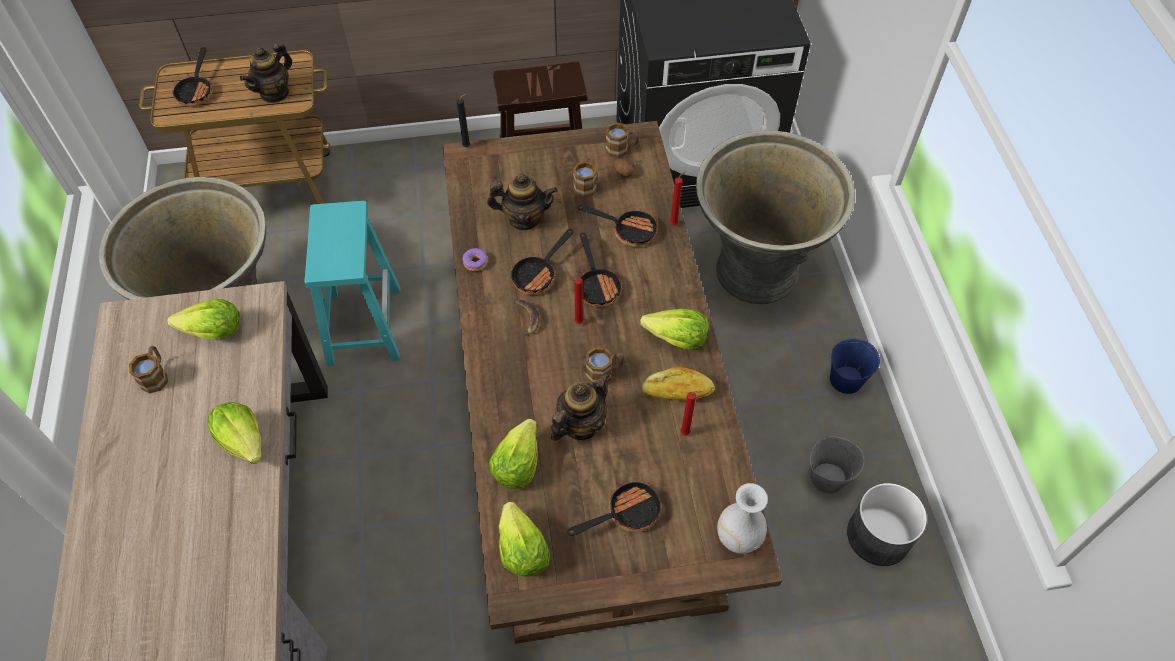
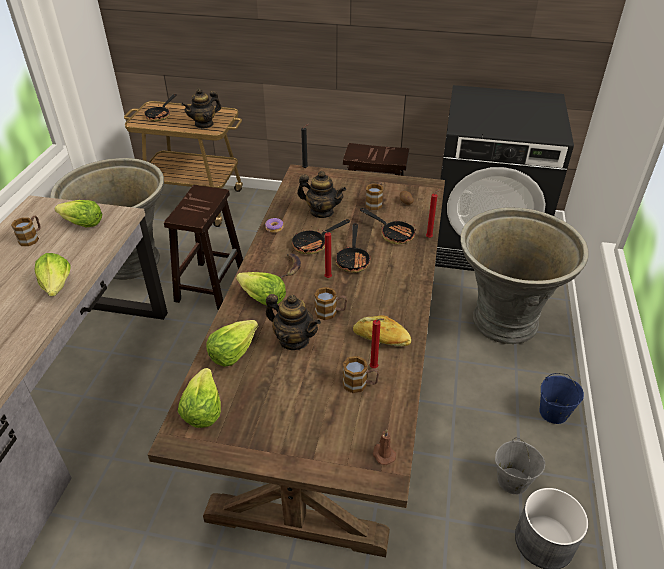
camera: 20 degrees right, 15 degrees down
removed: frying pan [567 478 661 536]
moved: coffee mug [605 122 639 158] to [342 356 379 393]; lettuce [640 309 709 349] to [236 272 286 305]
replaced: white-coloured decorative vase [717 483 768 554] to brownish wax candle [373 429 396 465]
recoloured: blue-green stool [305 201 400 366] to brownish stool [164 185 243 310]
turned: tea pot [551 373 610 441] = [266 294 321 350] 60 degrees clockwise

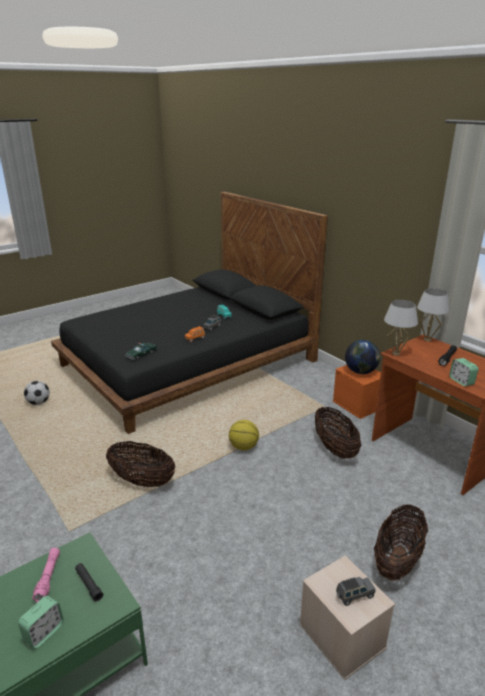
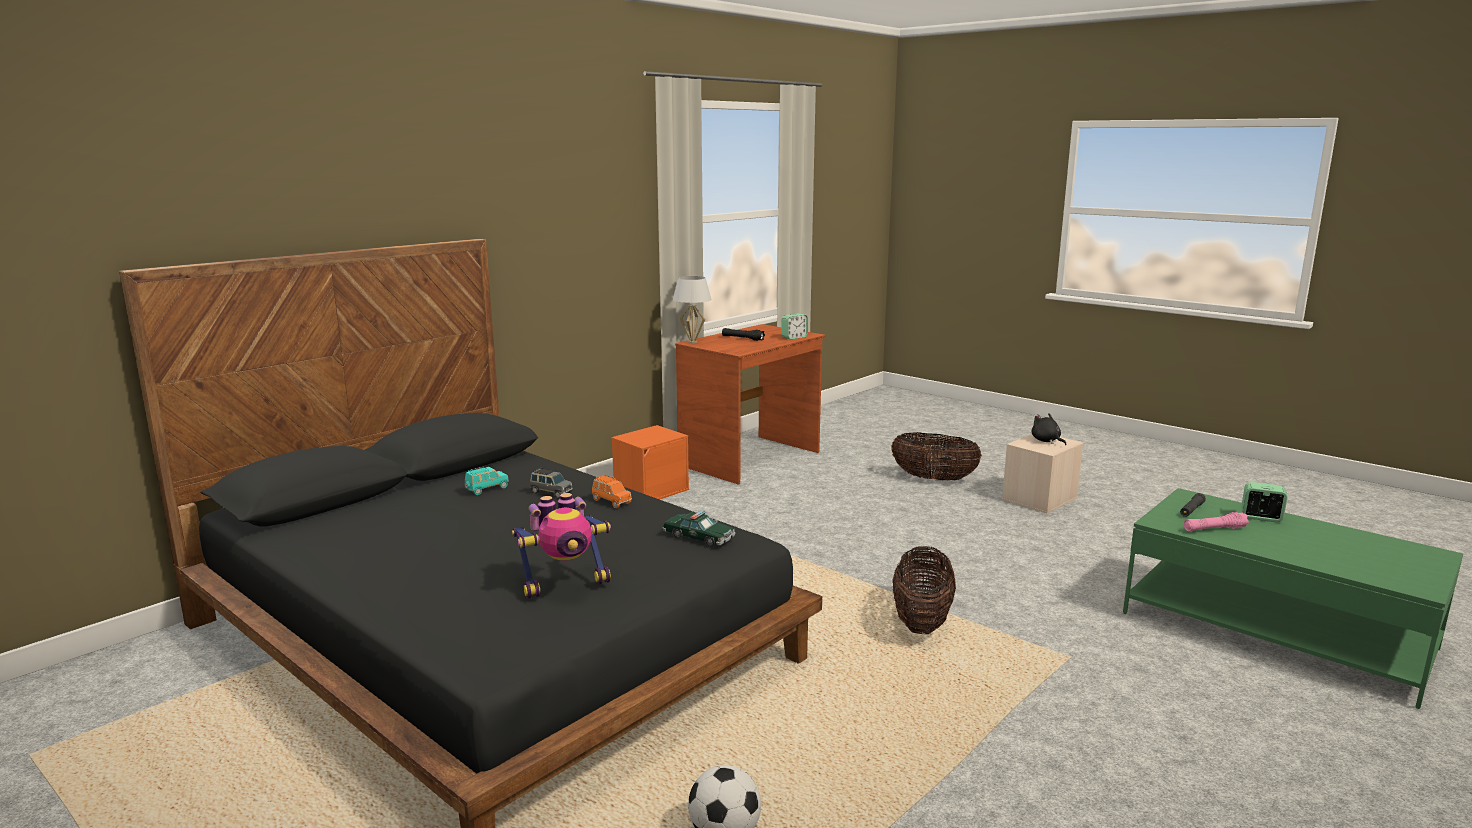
camera: 100 degrees left, 10 degrees down
removed: ball for basketball [229 420 259 450]; basket [315 407 361 459]; globe [345 340 380 374]; white-coloured table lamp [384 300 418 356]
added: robot figure [512 493 611 598]
replaced: grey miniature car [336 577 375 606] to black soft toy [1032 413 1066 445]

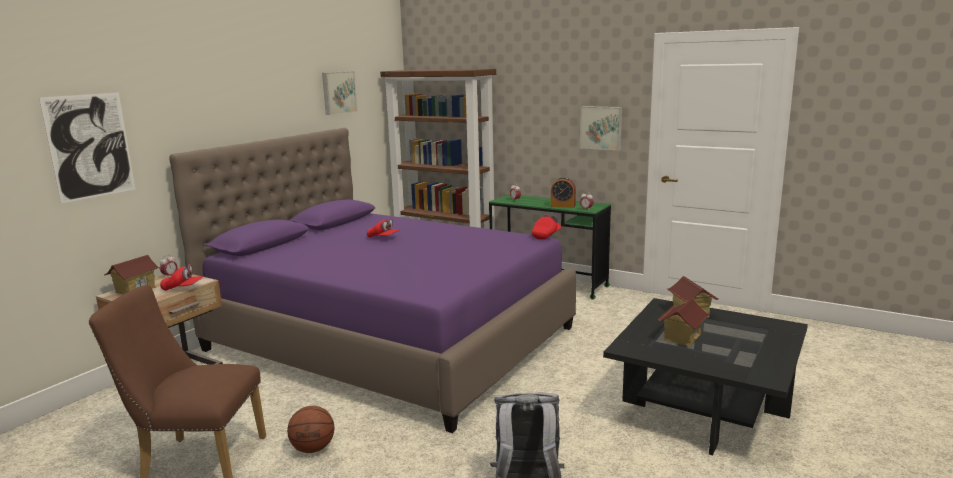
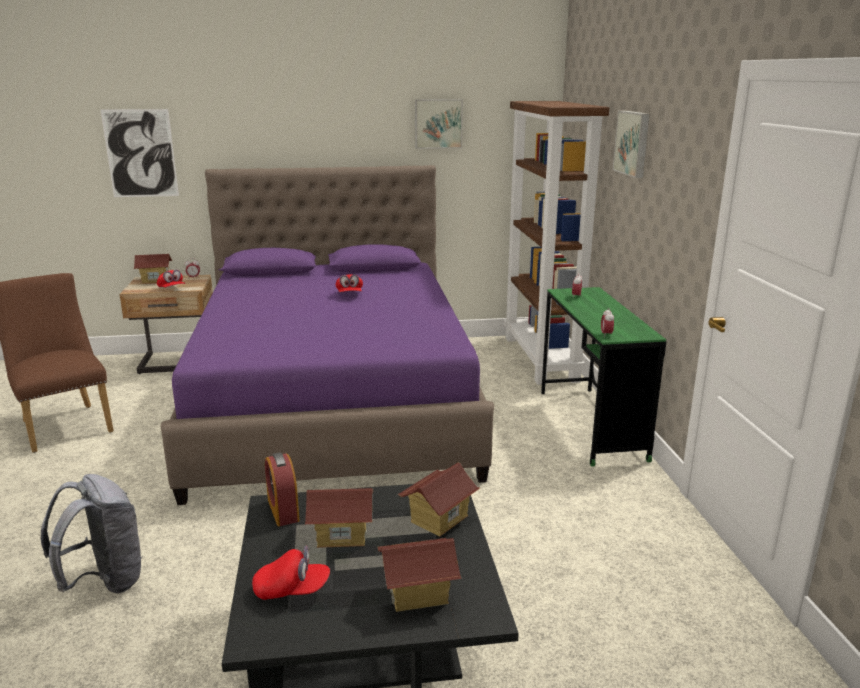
camera: 50 degrees right, 5 degrees up
removed: ball for basketball [287 406 334 453]
added: miniature house [378 538 462 612]
moved: red baseball cap [531 214 561 239] to [252 546 330 600]; bedside clock [551 177 576 208] to [265 452 300 526]; picture [580 106 622 150] to [613 111 650 178]

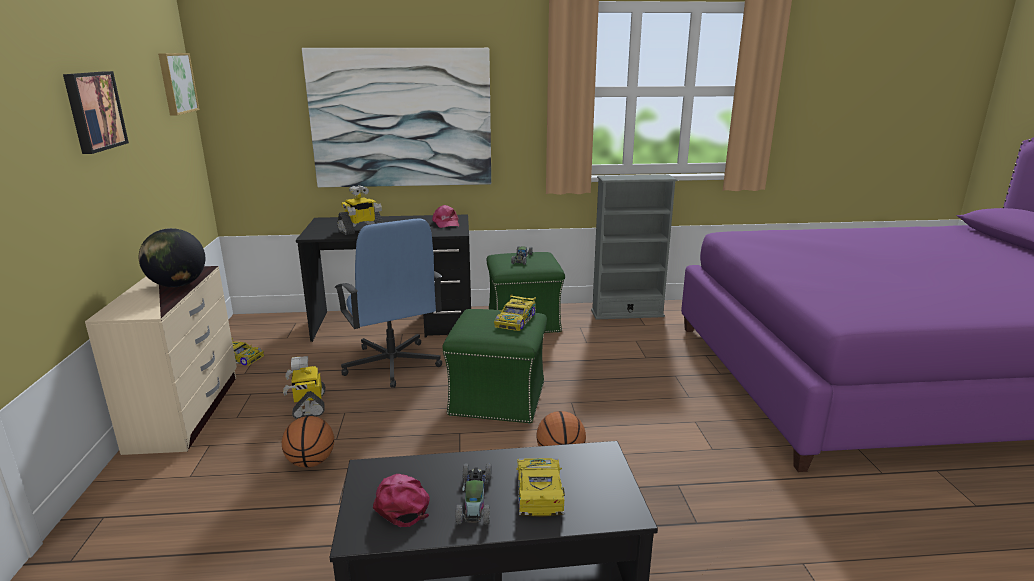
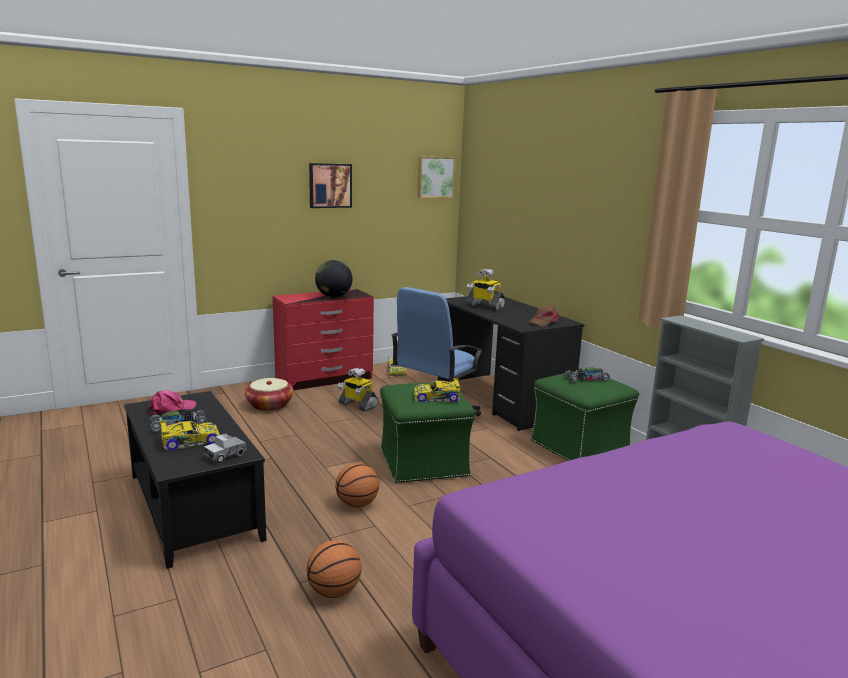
camera: 65 degrees right, 5 degrees down
removed: picture [302 48 491 187]
added: model truck [204 433 246 464]; basket [245 378 294 411]
moved: ball for basketball [282 416 334 468] to [306 540 361 598]
recoloured: beige-coloured drawer chest [85 266 237 455] to red drawer chest [273 289 374 390]; pinkish baseball cap [432 205 459 228] to brownish baseball cap [528 305 559 326]
turned: robot figure [283 356 325 419] = [337 368 379 411] 105 degrees counterclockwise

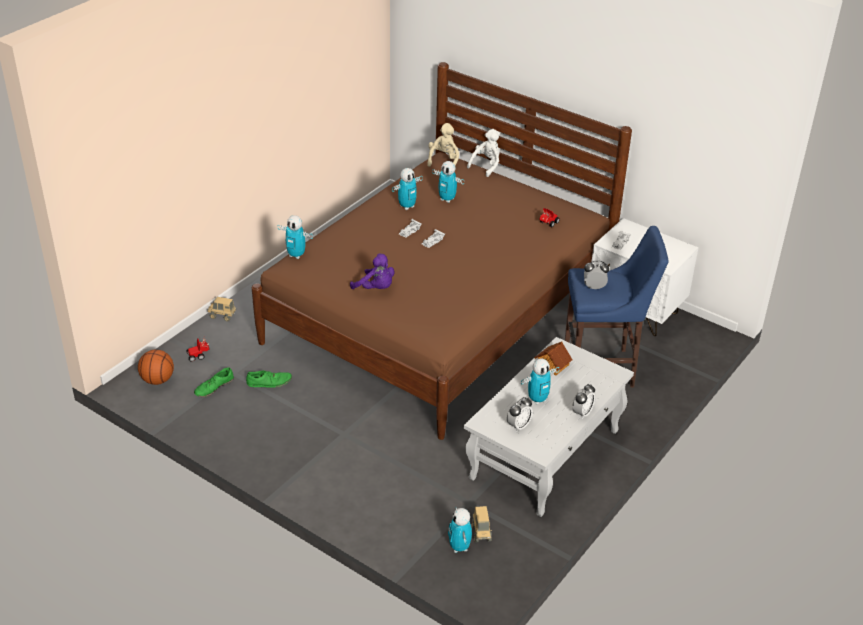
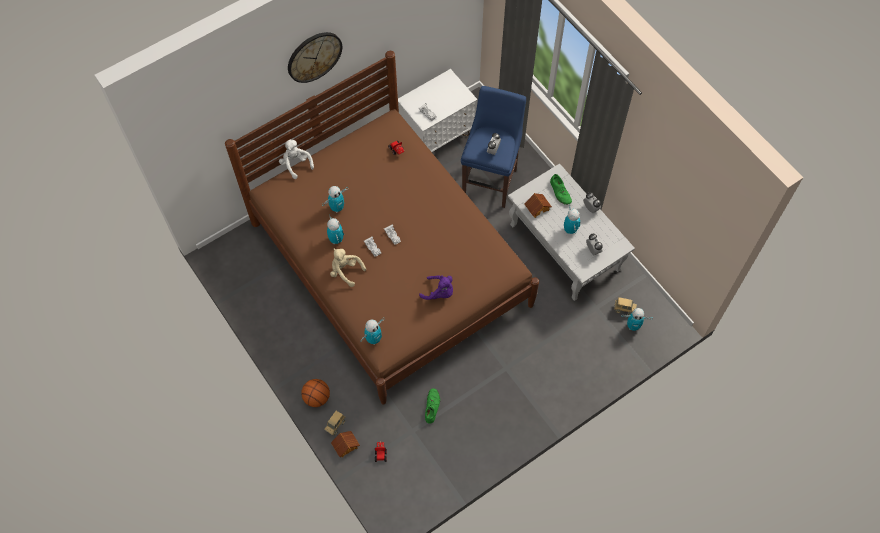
camera: 70 degrees left, 25 degrees up
added: hanging clock [288 32 342 83]; miniature house [331 431 360 457]
moved: ball for basketball [138 350 174 385] to [301 379 330 407]; green low shoe [194 368 234 397] to [550 174 572 205]; beige-coloured soft toy [427 123 459 167] to [330 249 366 287]
turned: purple soft toy [350 253 394 289] = [419 276 453 300] 60 degrees clockwise

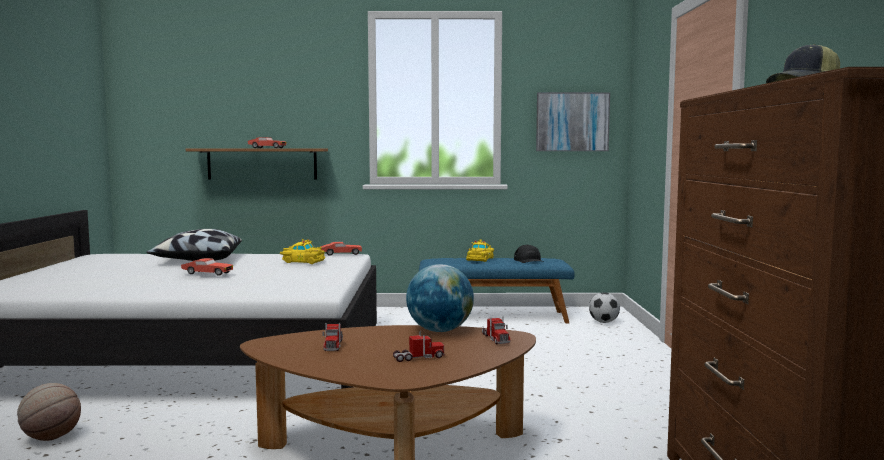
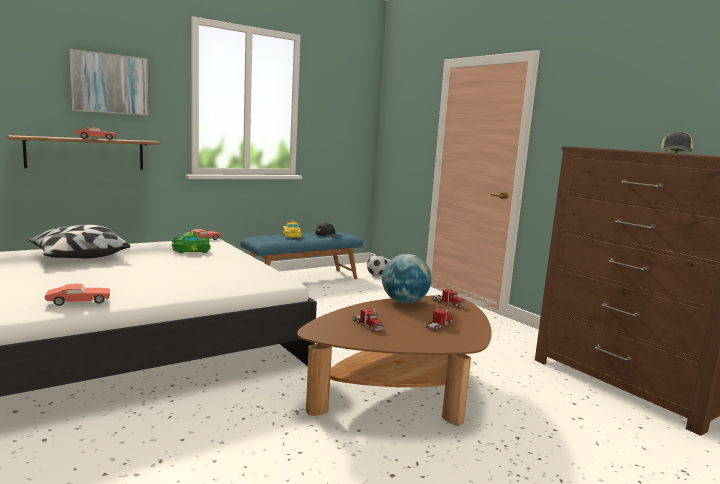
camera: 35 degrees left, 5 degrees up
removed: ball for basketball [17 383 81 441]
moved: red miniature car [181 258 233 276] to [44 284 110 306]; picture [536 92 610 151] to [69 49 148 116]
recoloured: yellow-coloured miniature car [280 239 325 264] to green miniature car [172 230 211 253]

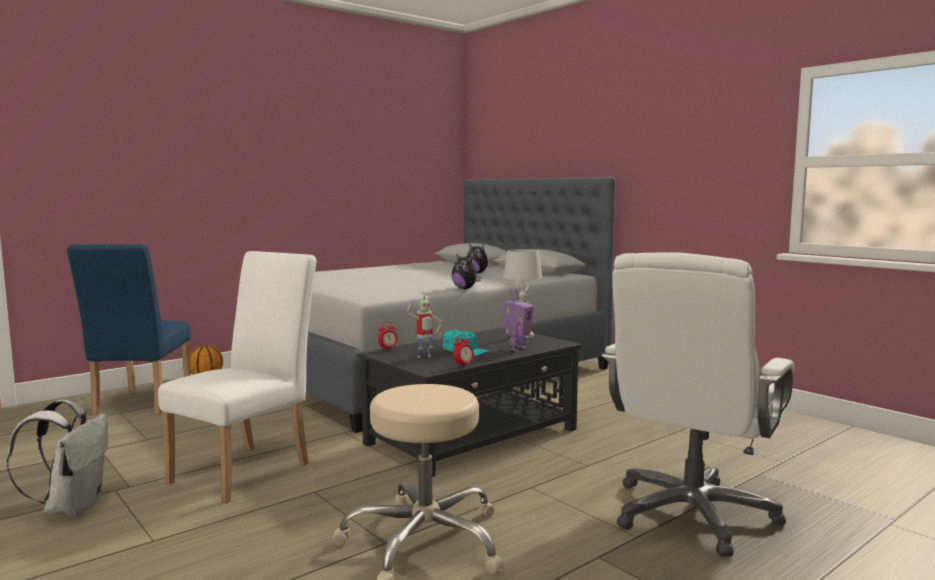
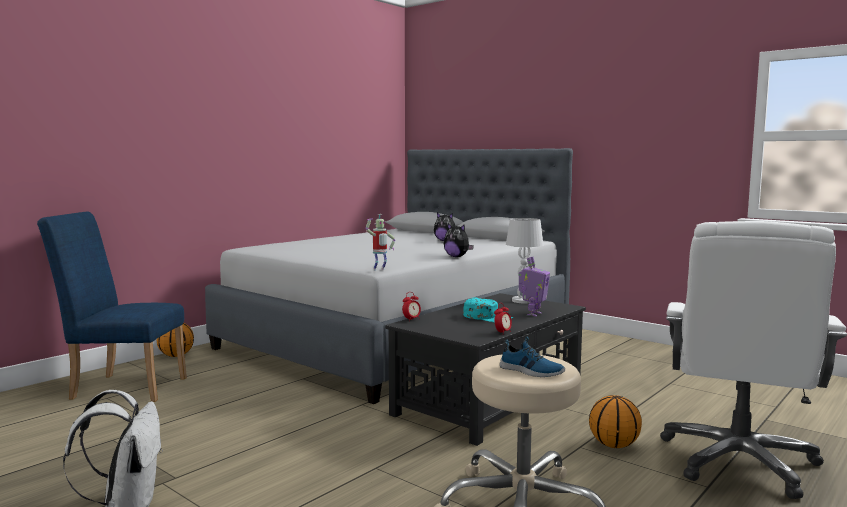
camera: 10 degrees left, 0 degrees up
removed: white-coloured plain chair [158 251 317 503]
added: low shoe [500 337 565 377]; ball for basketball [589 395 642 448]
moved: robot figure [407 295 443 358] to [365 214 395 271]
turned: bluish plain chair [67 244 191 414] = [37 212 187 402] 105 degrees clockwise

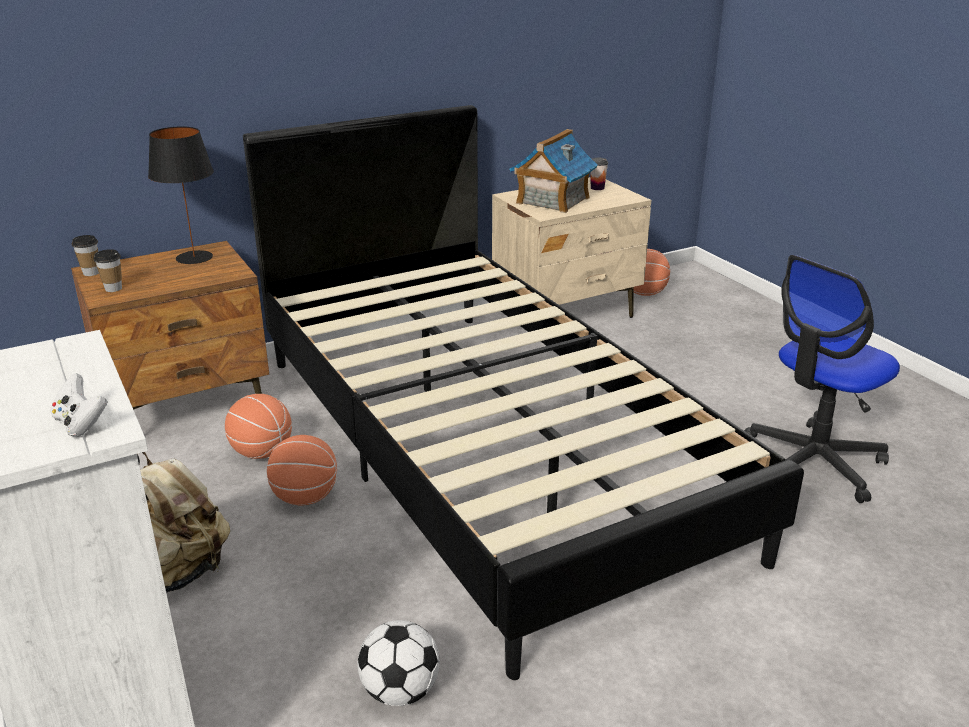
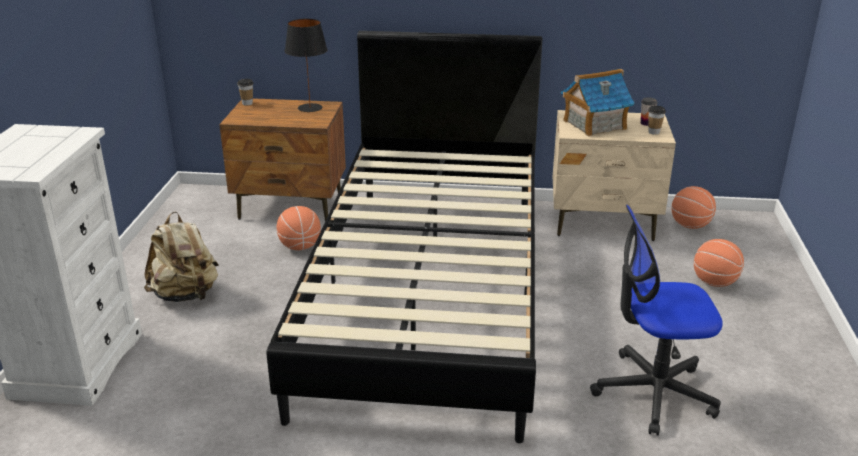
camera: 35 degrees right, 0 degrees up
removed: white-coloured game controller [51 373 108 437]; football [357 620 440 706]
moved: cup [93 249 122 292] to [648 106 666 135]; ball for basketball [267 435 337 505] to [694 239 744 287]

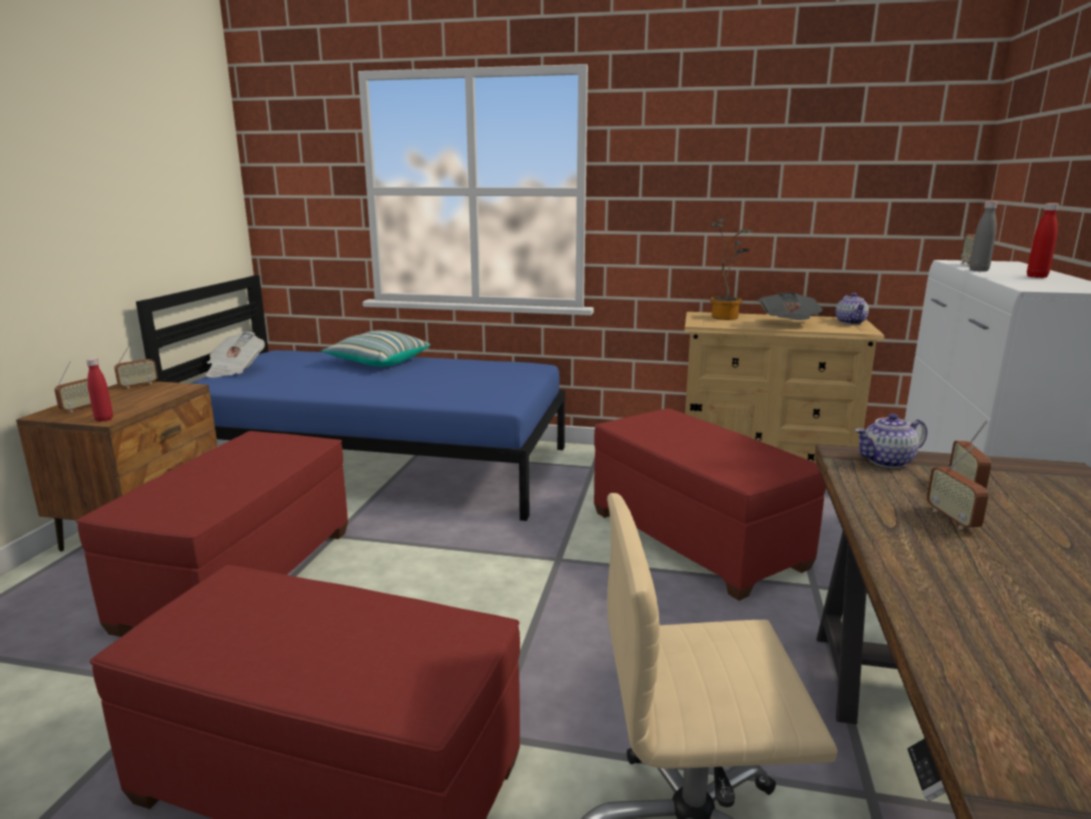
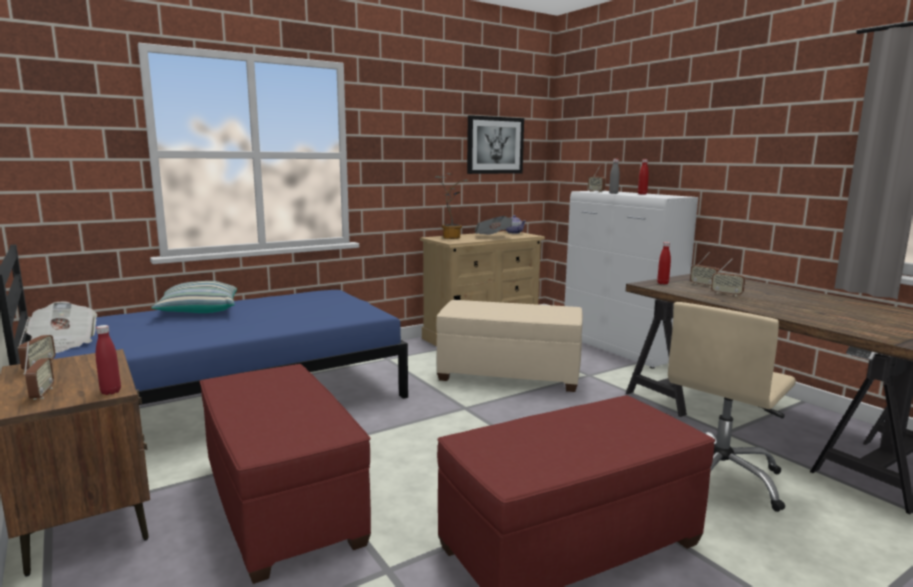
camera: 45 degrees left, 5 degrees down
added: picture [467 115 524 174]
replaced: tea pot [855 413 927 468] to red beverage bottle [657 242 671 285]
recoloured: red footrest [594 408 826 601] to beige-coloured footrest [436 300 583 392]

